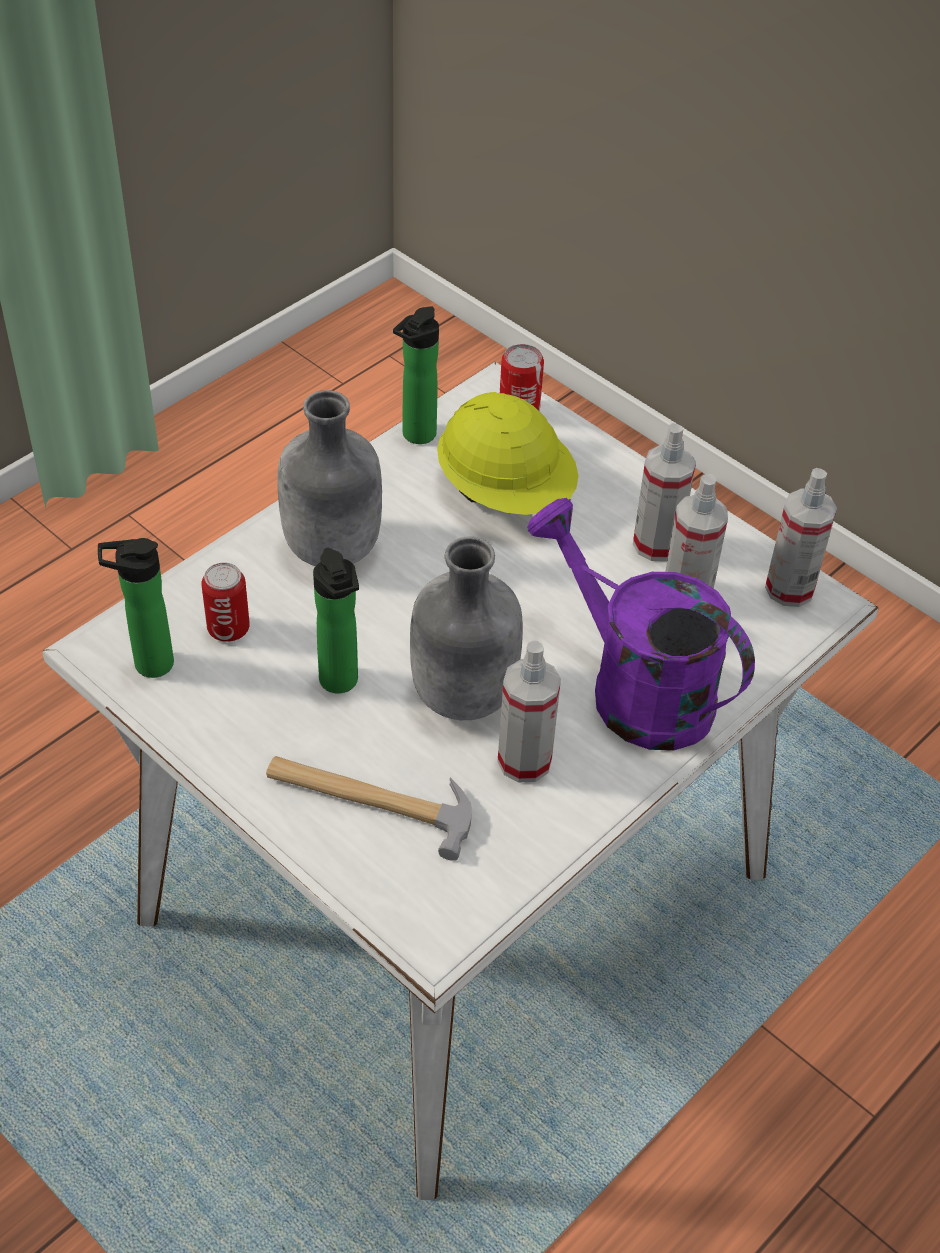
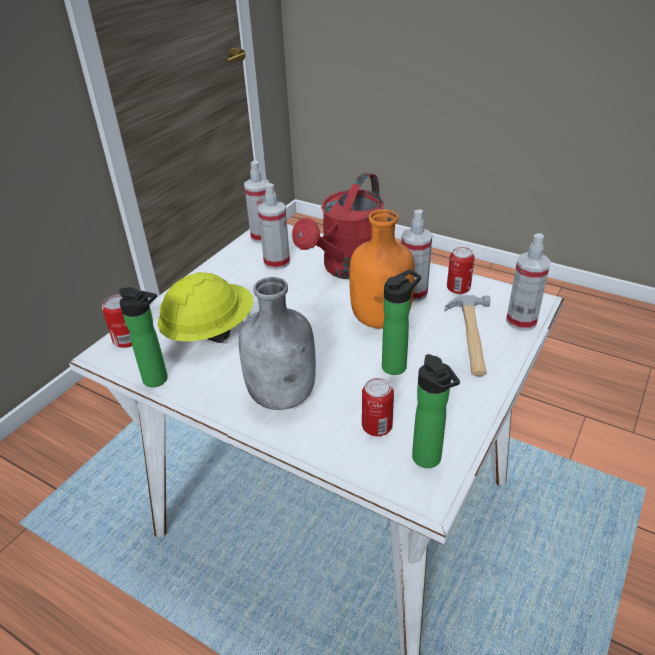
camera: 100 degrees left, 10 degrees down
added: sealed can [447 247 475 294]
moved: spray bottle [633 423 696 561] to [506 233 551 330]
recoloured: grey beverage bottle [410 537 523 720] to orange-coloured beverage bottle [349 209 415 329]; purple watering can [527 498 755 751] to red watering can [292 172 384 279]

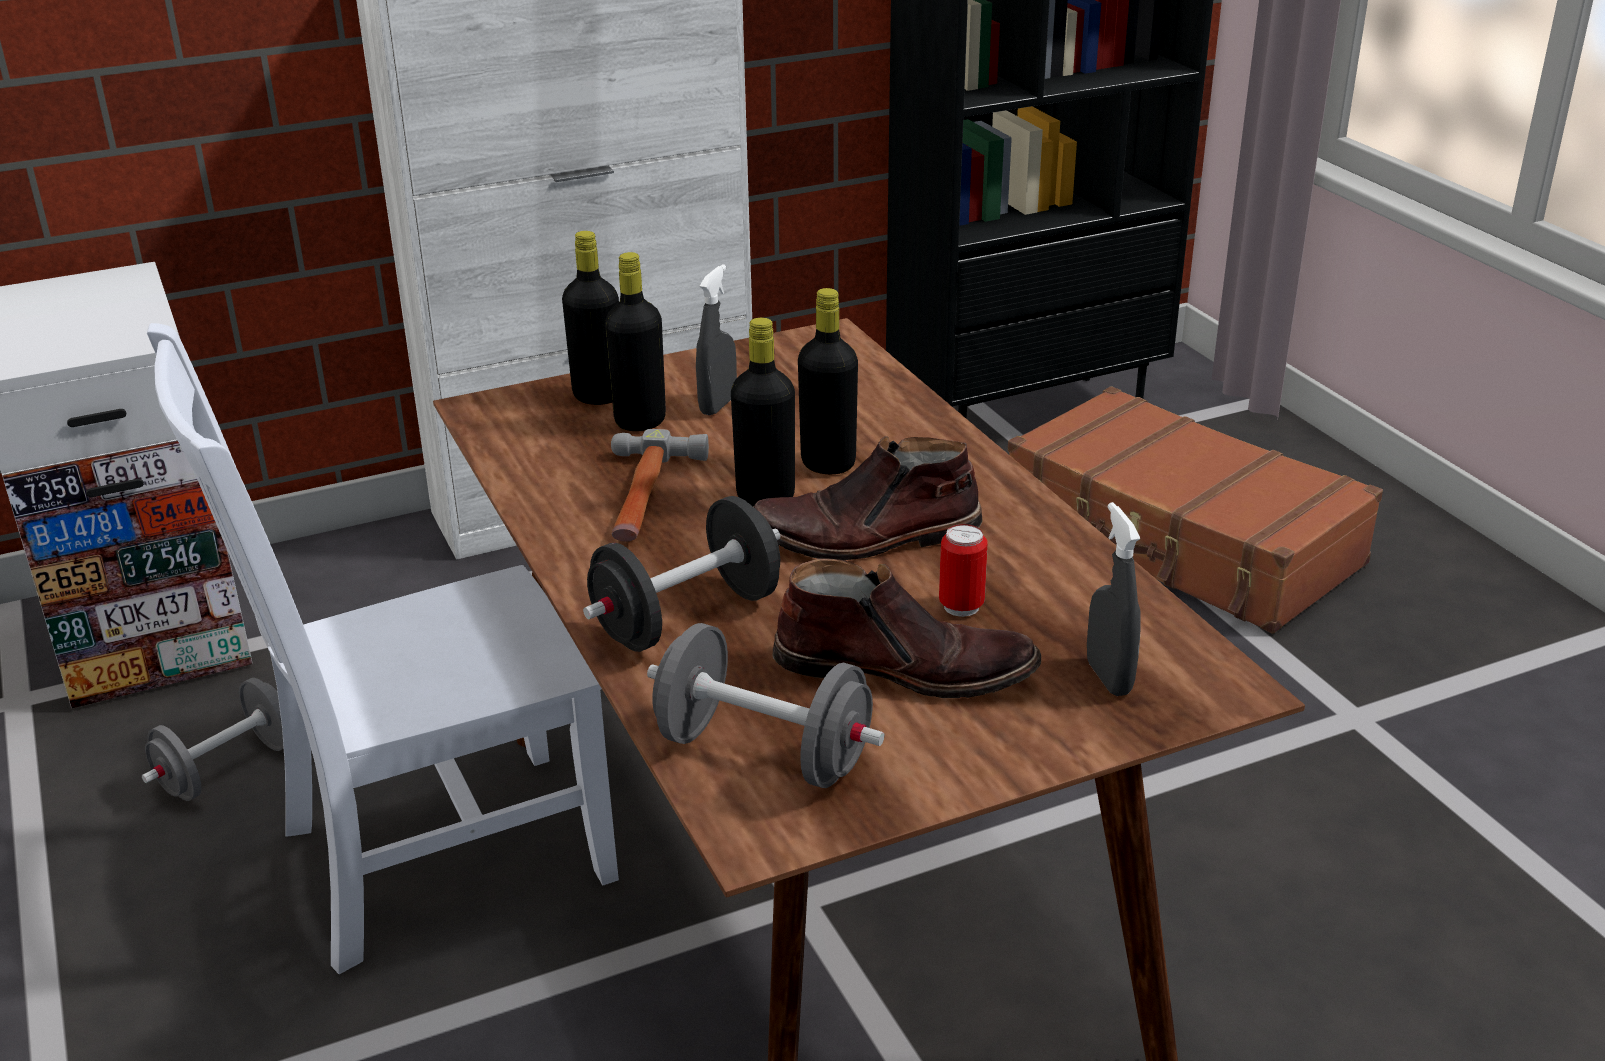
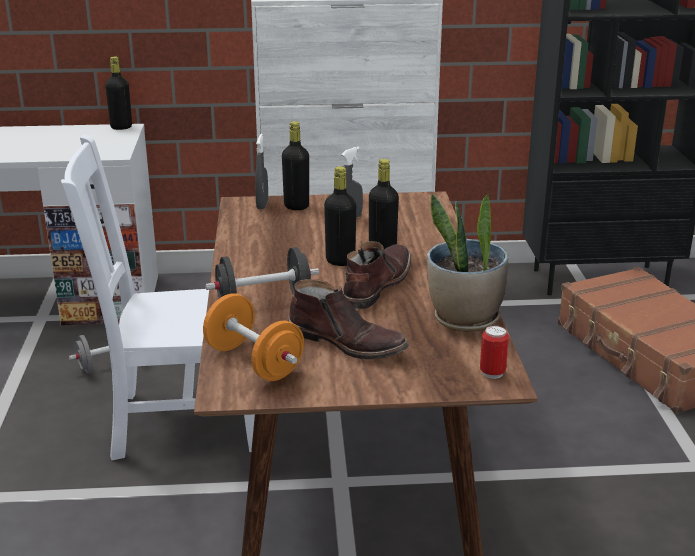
camera: 20 degrees right, 5 degrees down
removed: tool hammer [611 429 709 542]
added: plant in a pot [427 194 508 332]
moved: black beverage bottle [605 252 666 431] to [105 57 132 130]; sealed can [939 524 988 617] to [480 325 509 379]; grey spray bottle [1087 502 1140 696] to [255 134 268 209]
recoloured: grey free weight [647 623 885 788] to orange-coloured free weight [203 293 304 381]
turned: brownish tall boot [753 436 983 560] = [343 241 411 309] 105 degrees clockwise

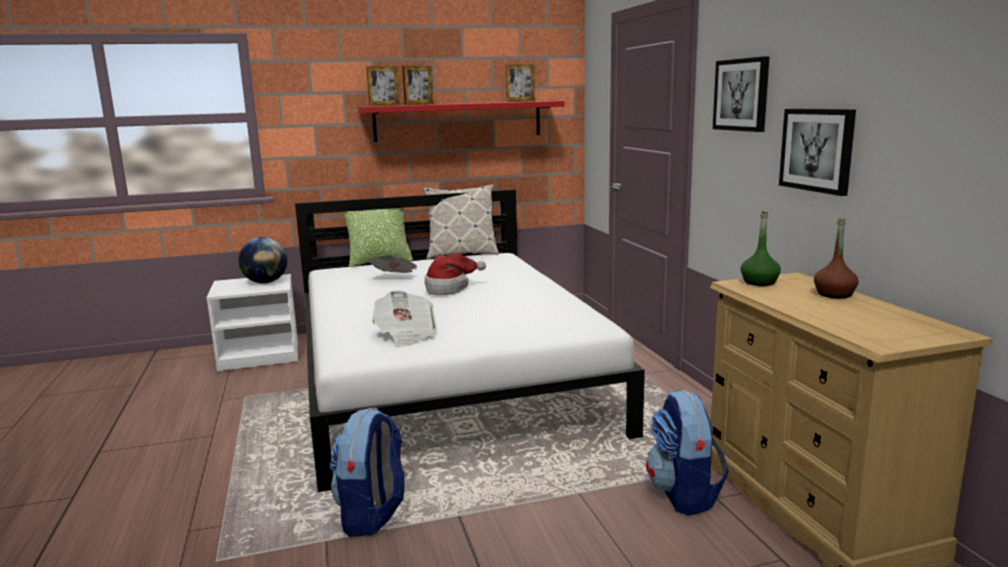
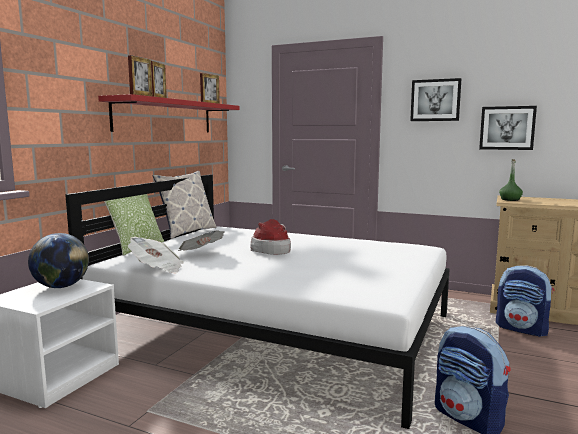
camera: 50 degrees left, 5 degrees down
removed: brownish beverage bottle [814 217 859 298]
moved: daily paper [372 290 436 347] to [128 237 183 273]

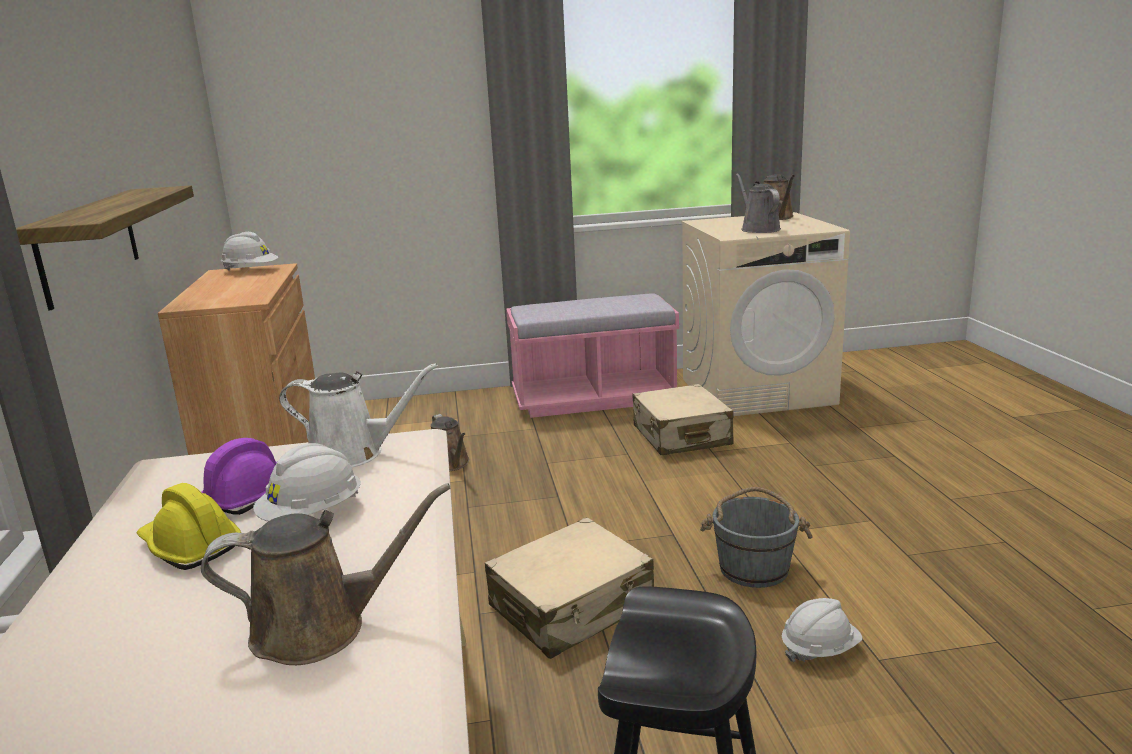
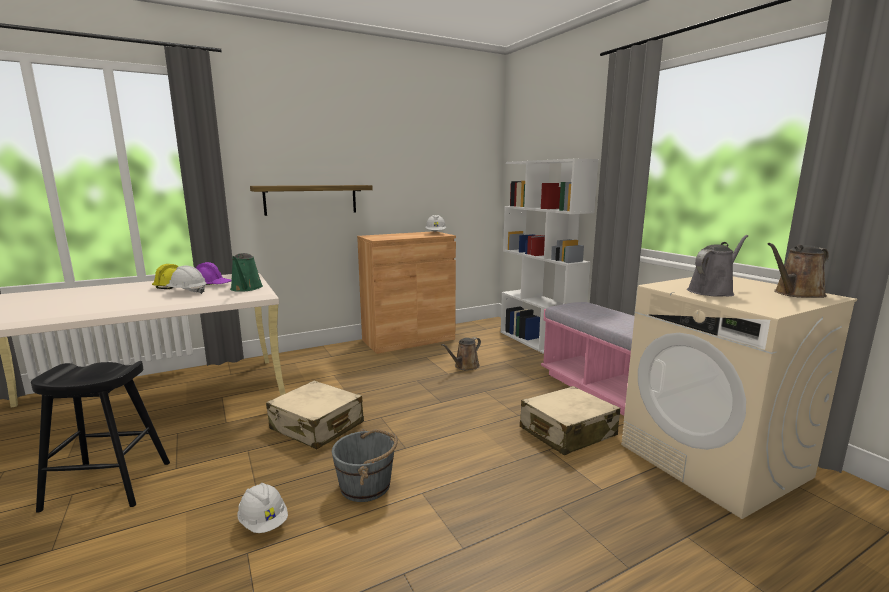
camera: 70 degrees right, 5 degrees down
removed: brownish watering can [201 483 450 665]
added: white-coloured bookcase [501 159 599 354]
recoloured: white-coloured watering can [279 363 438 467] to green watering can [230 253 263 292]

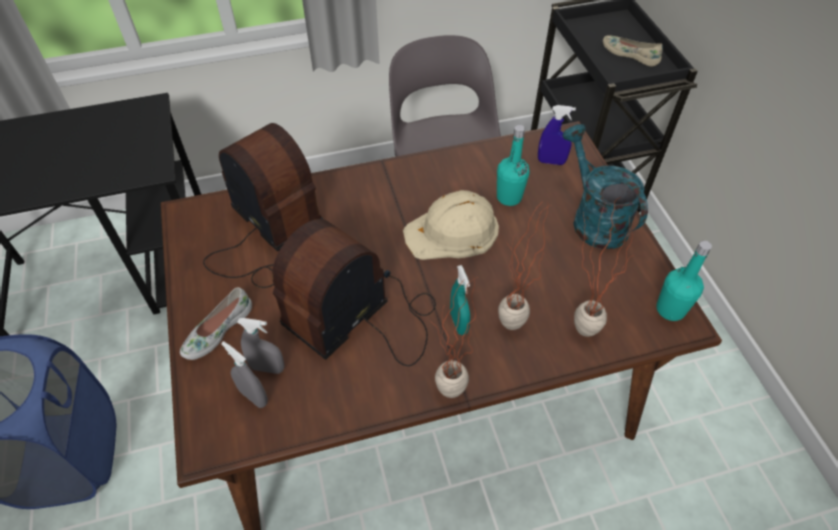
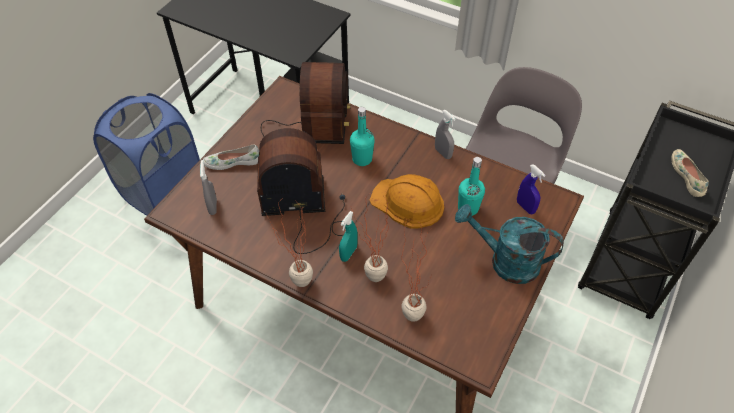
camera: 45 degrees right, 0 degrees up
moved: grey spray bottle [237 318 285 374] to [435 110 456 159]; blue-green beverage bottle [656 240 712 321] to [350 107 375 166]
recoloured: beige-coloured safety helmet [403 190 499 260] to orange-coloured safety helmet [369 174 444 228]
turned: blue-green watering can [562 124 648 249] = [455 204 564 284] 90 degrees counterclockwise

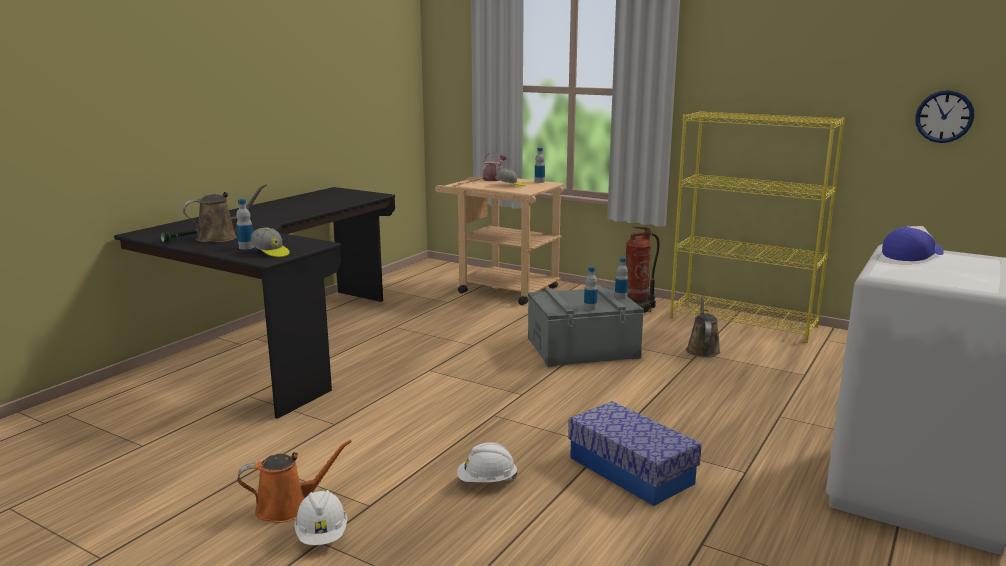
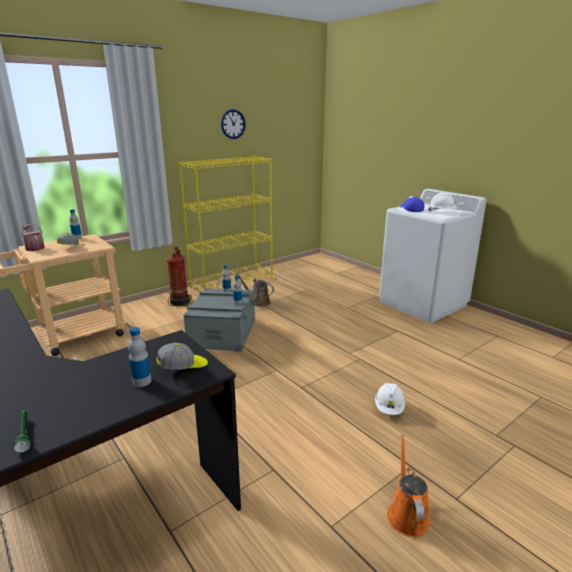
camera: 70 degrees left, 5 degrees up
removed: brownish watering can [183 184 267 242]; storage bin [568 401 702 506]
moved: white-coloured safety helmet [294 490 348 545] to [428 193 458 212]; hanging clock [915 90 974 143] to [221 109 246 139]

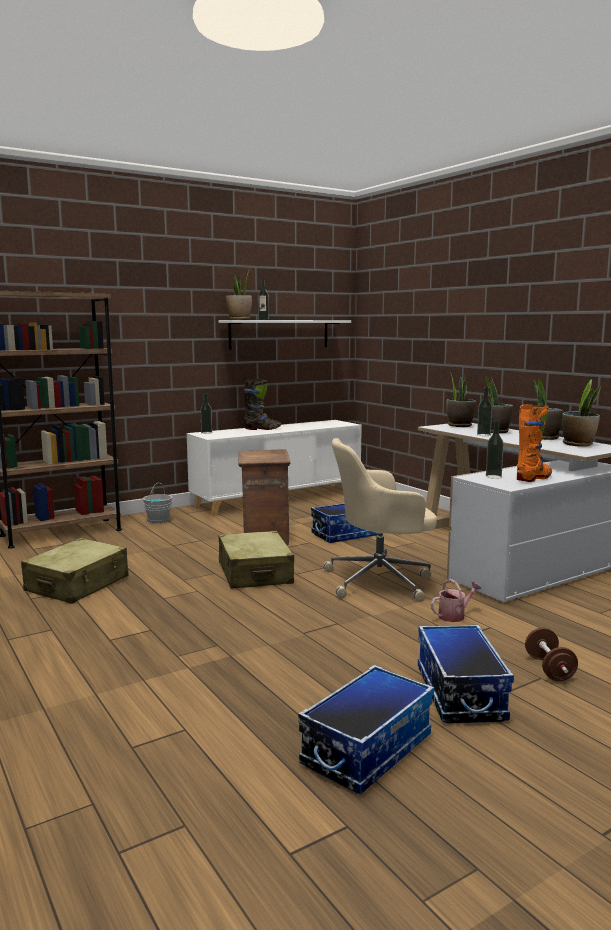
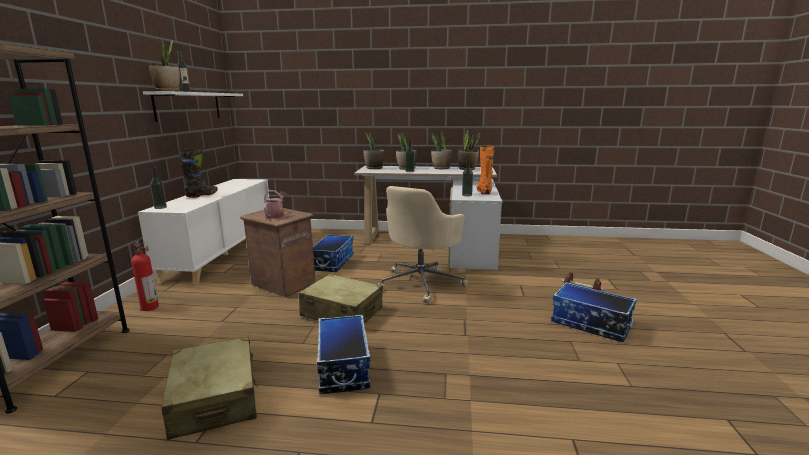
camera: 50 degrees left, 5 degrees up
moved: storage bin [298 665 434 795] to [317 315 371 394]; watering can [431 579 481 622] to [264 190 287 219]
replaced: grey bucket [143 483 172 524] to extinguisher [131 241 159 311]

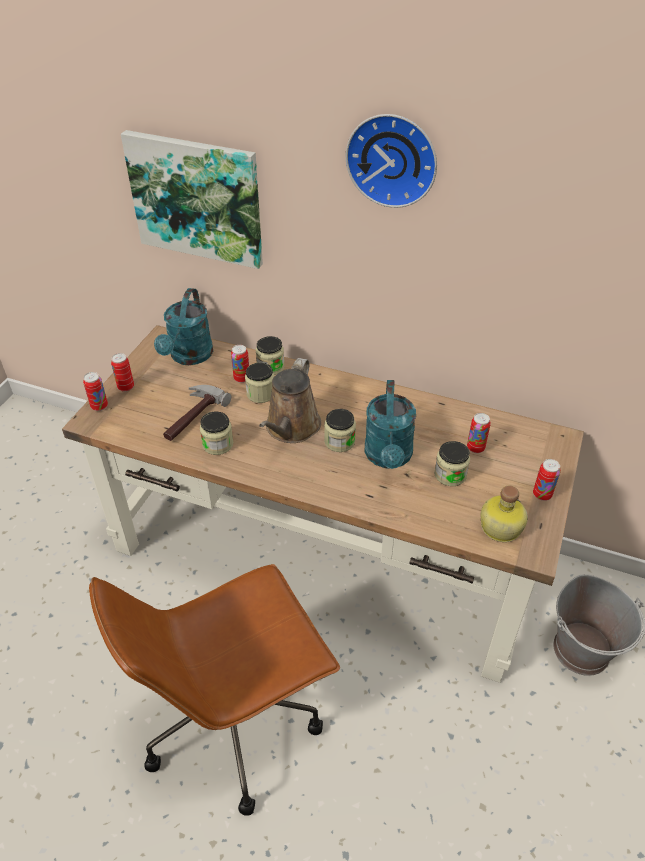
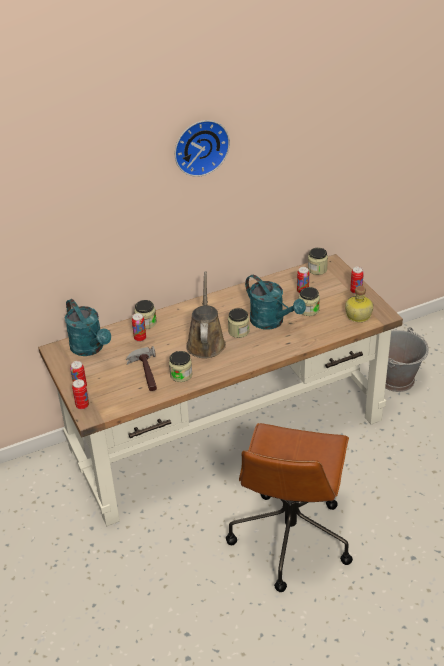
camera: 45 degrees left, 5 degrees down
removed: picture [121 130 263 269]
moved: jar [245 362 274 403] to [308 248 328 275]
turned: brownish watering can [259 358 321 443] = [186 271 226 358] 150 degrees counterclockwise

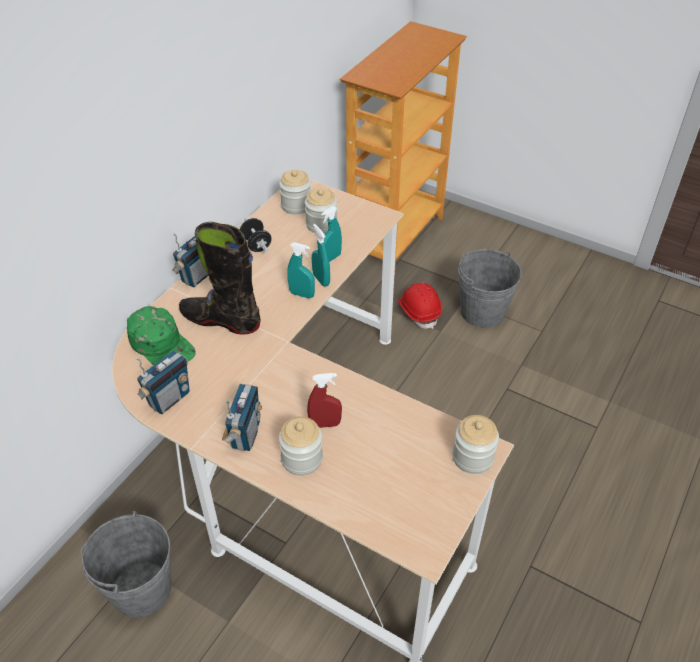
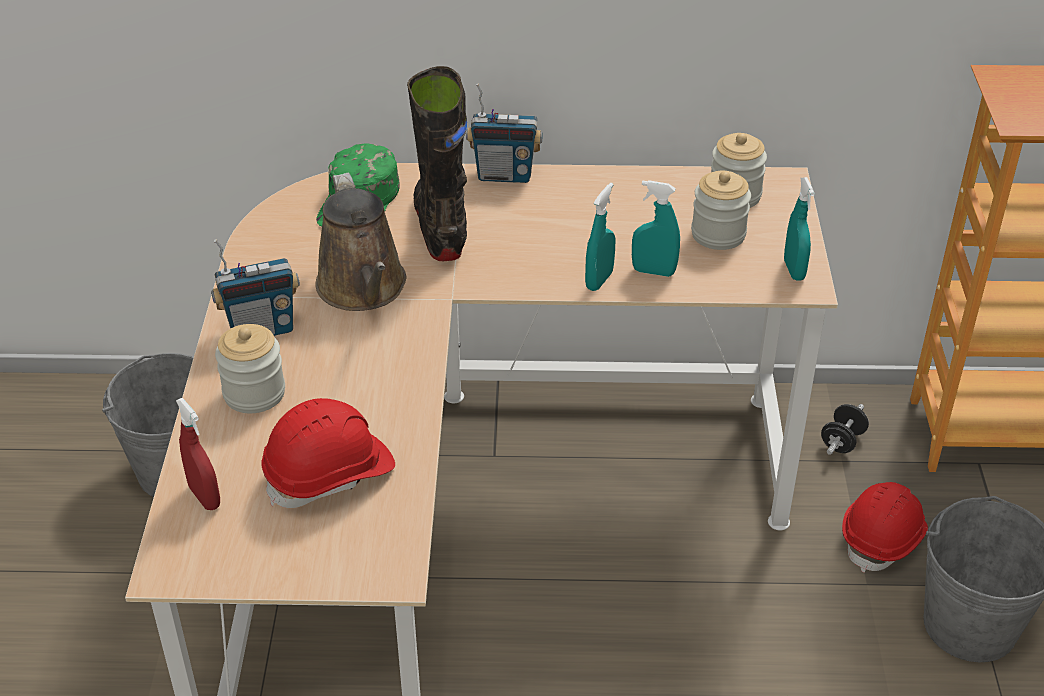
camera: 60 degrees right, 5 degrees down
removed: radio [136 350 190 414]; jar [452 415 499 474]
added: red safety helmet [261 398 395 508]; brownish watering can [315 173 406 311]
moved: black free weight [240 218 272 252] to [821 404 869 455]; blue-green spray bottle [287 242 315 298] to [784 177 815 281]; red spray bottle [307 373 342 428] to [176 398 220 510]

